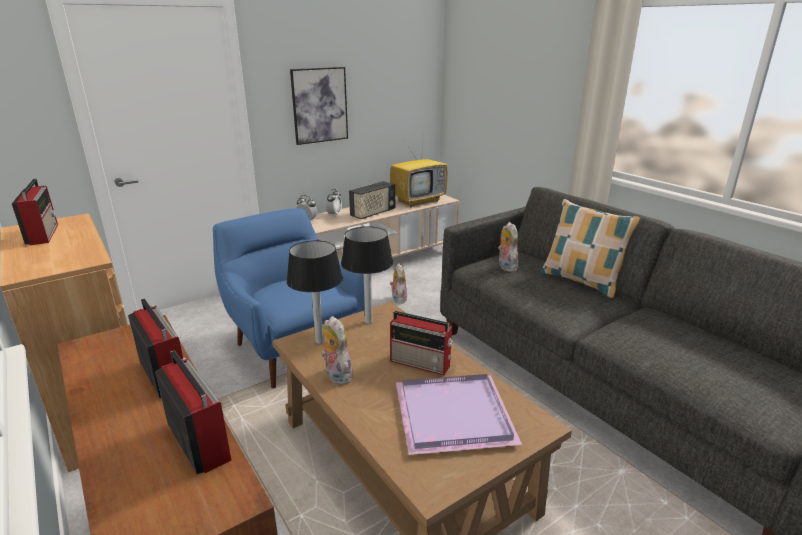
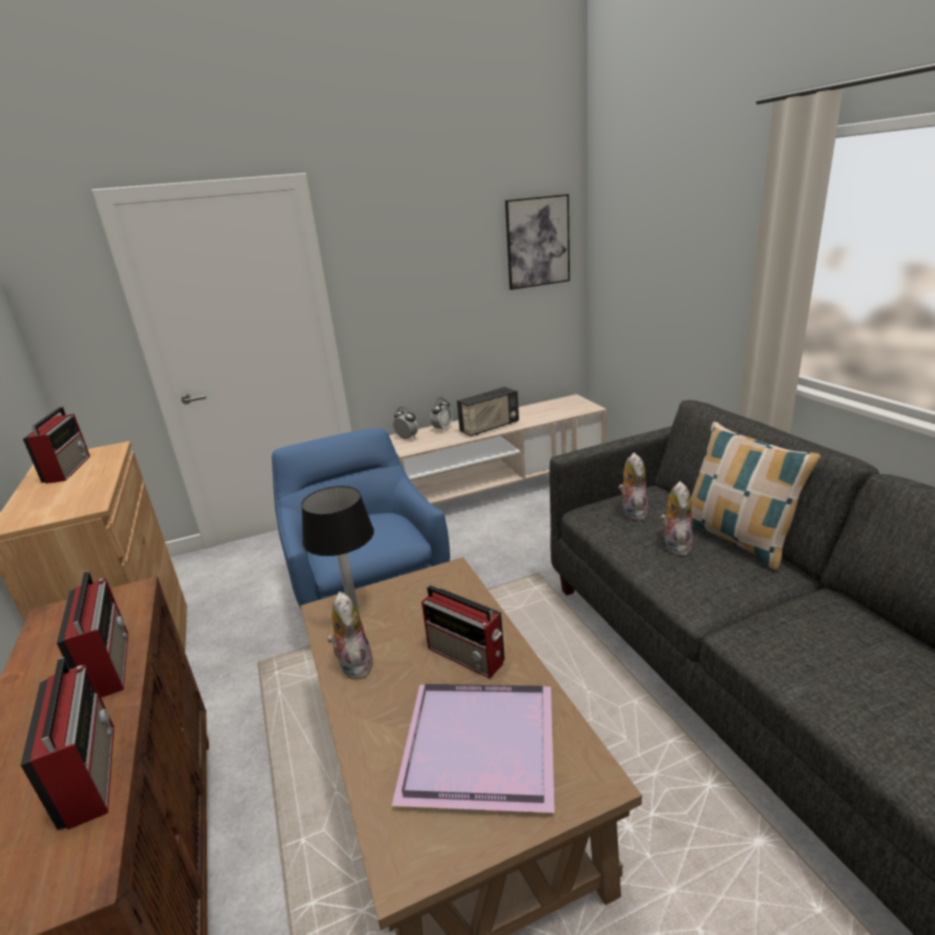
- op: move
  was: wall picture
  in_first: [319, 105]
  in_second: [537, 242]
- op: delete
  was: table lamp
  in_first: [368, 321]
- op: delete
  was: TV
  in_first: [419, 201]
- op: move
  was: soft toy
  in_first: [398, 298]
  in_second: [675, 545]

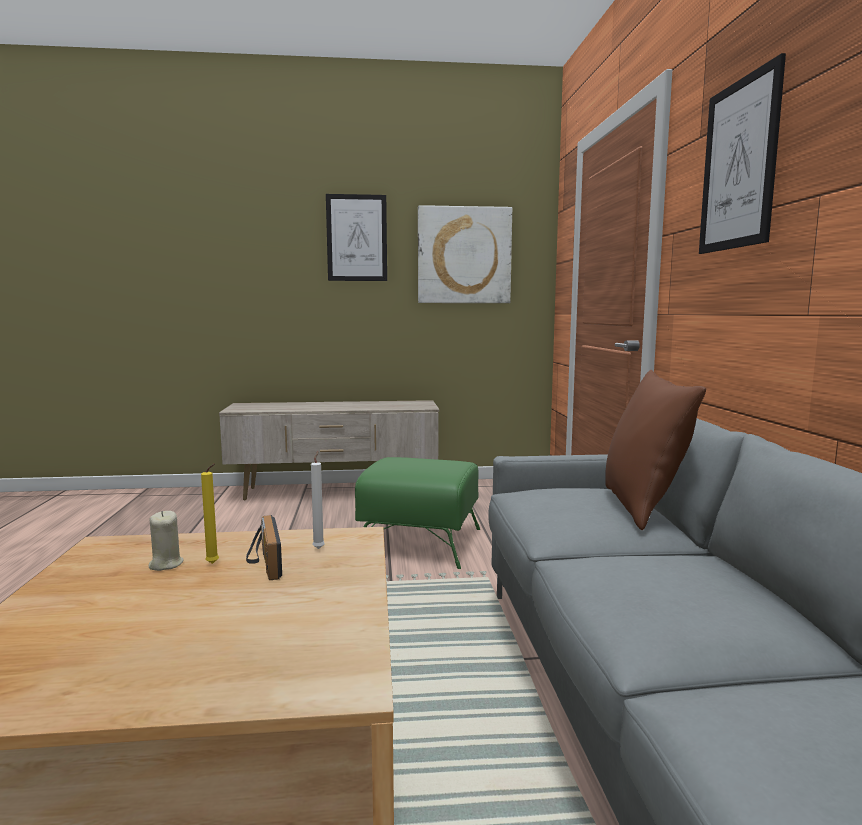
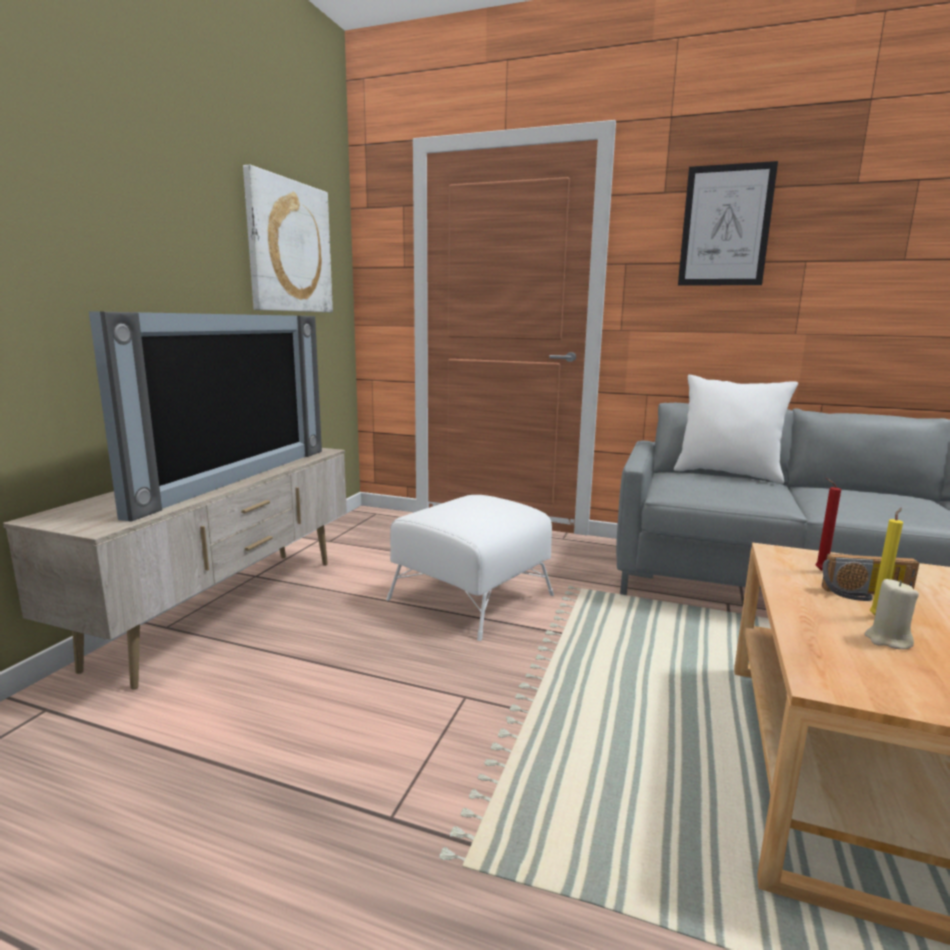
- op: recolor
  was: white candle
  now: red-coloured candle
  in_first: [319, 548]
  in_second: [818, 570]
- op: delete
  was: wall picture
  in_first: [357, 238]
- op: recolor
  was: green pouffe
  now: white pouffe
  in_first: [419, 542]
  in_second: [469, 597]
- op: recolor
  was: brown pillow
  now: white pillow
  in_first: [643, 507]
  in_second: [727, 474]
- op: insert
  now: TV
  in_second: [232, 477]

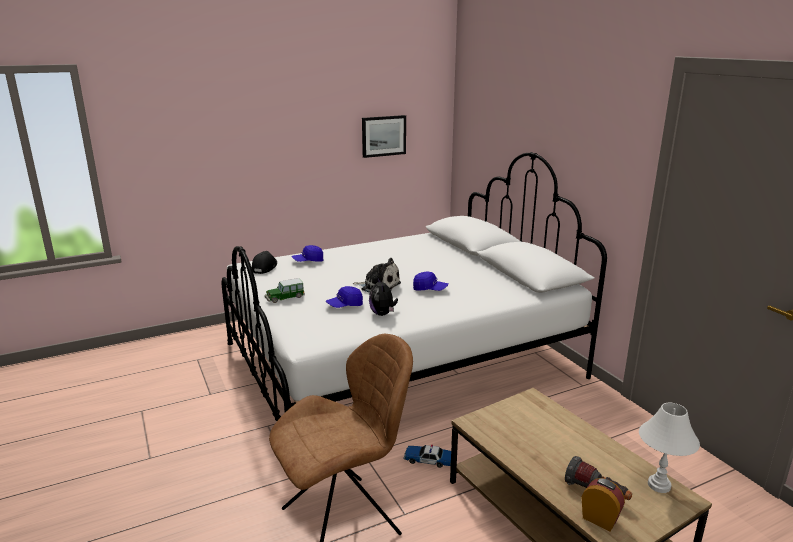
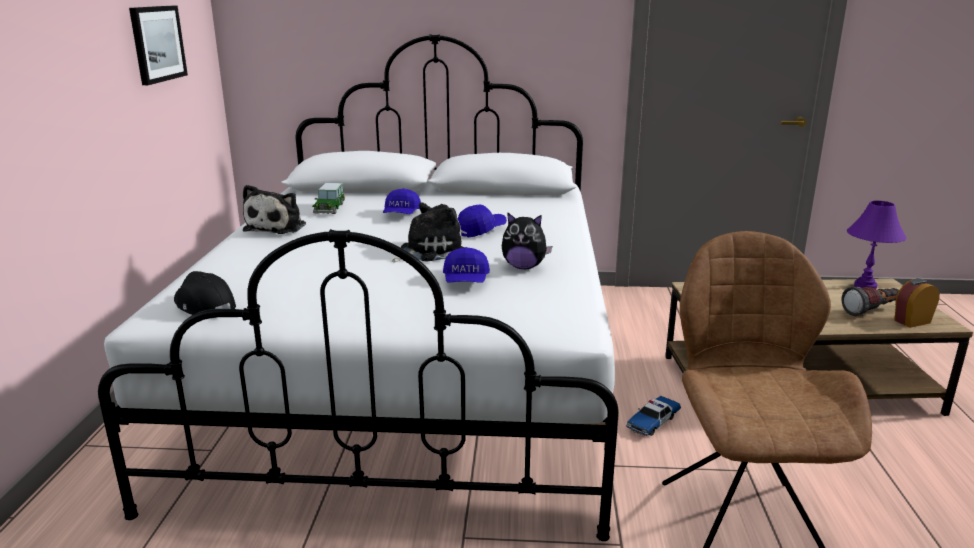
- op: move
  was: toy car
  in_first: [284, 297]
  in_second: [329, 209]
- op: move
  was: blue-coloured baseball cap
  in_first: [308, 261]
  in_second: [401, 214]
- op: recolor
  was: white table lamp
  now: purple-coloured table lamp
  in_first: [658, 485]
  in_second: [864, 286]
- op: insert
  now: soft toy
  in_second: [278, 227]

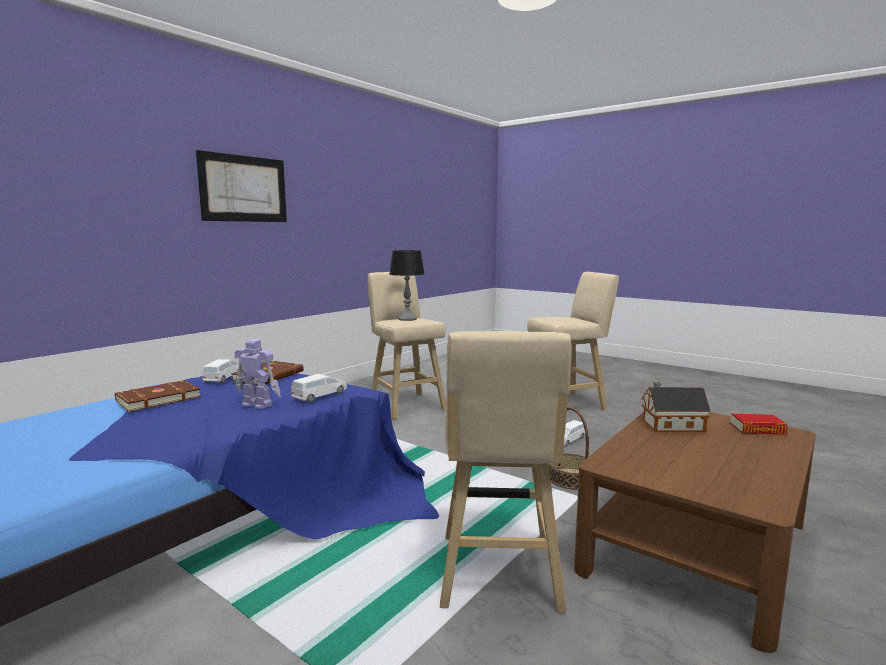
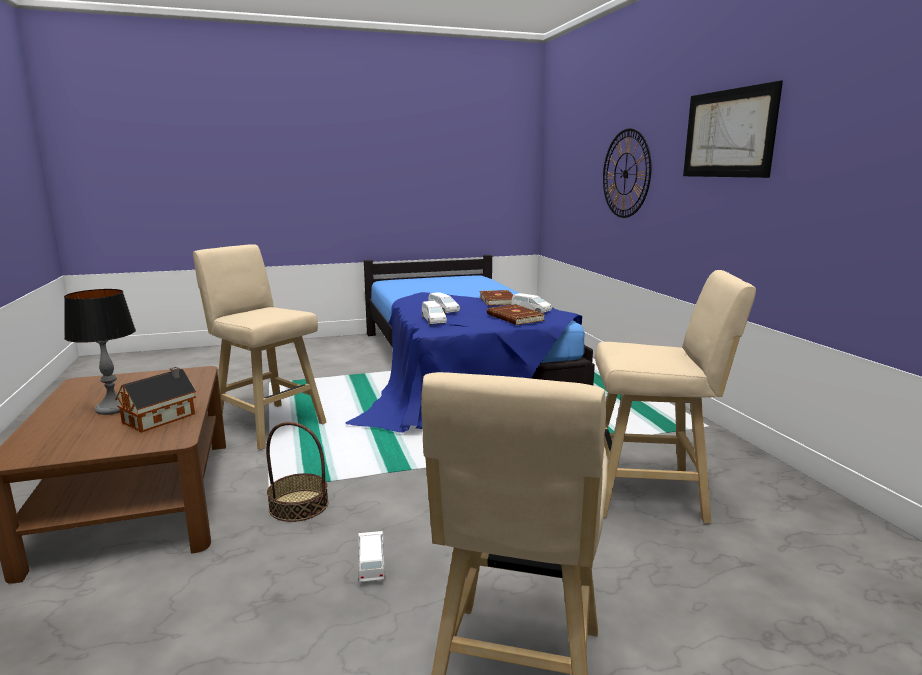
- op: replace
  was: toy robot
  now: white toy car
  in_first: [257, 404]
  in_second: [443, 310]
- op: move
  was: table lamp
  in_first: [407, 319]
  in_second: [113, 408]
- op: delete
  was: book
  in_first: [757, 429]
- op: insert
  now: hanging clock
  in_second: [625, 174]

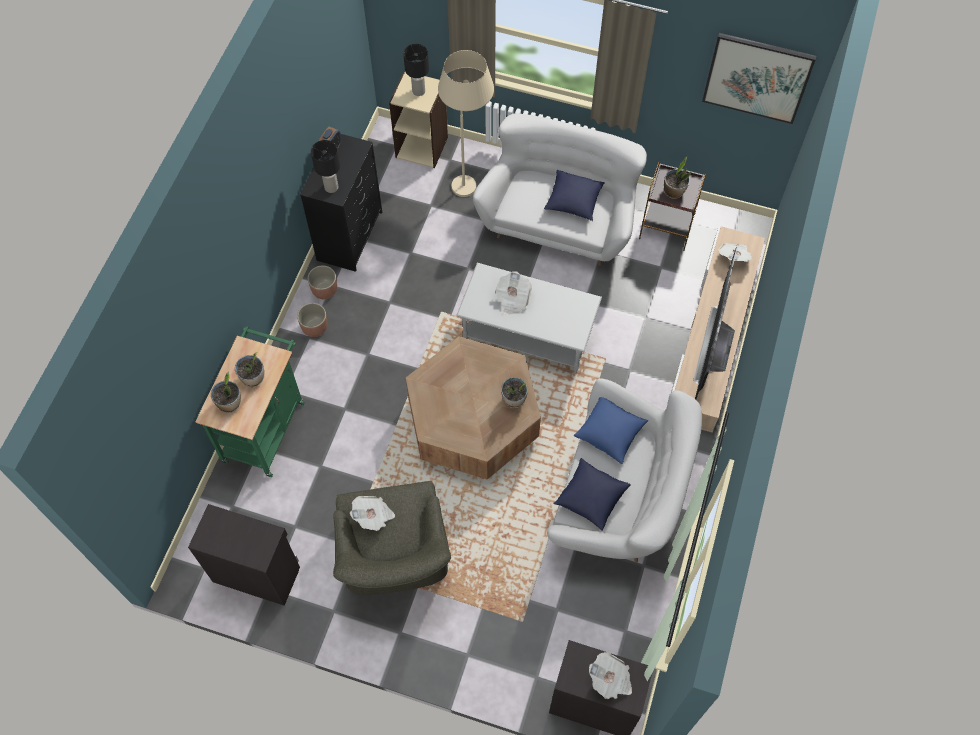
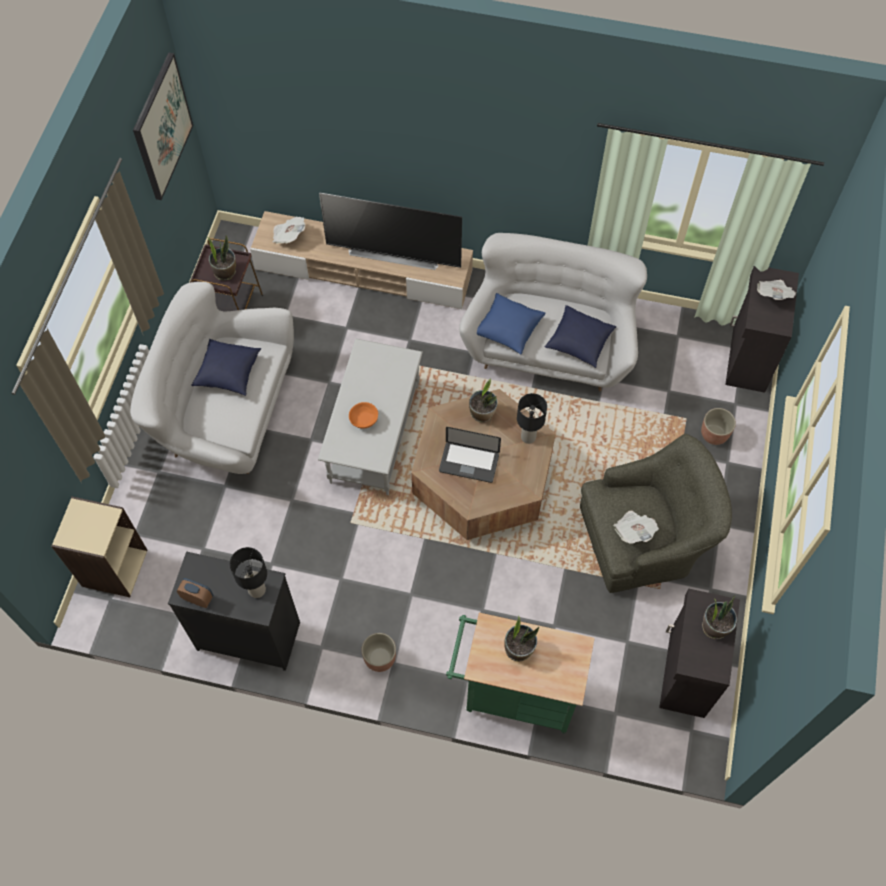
- op: move
  was: houseplant
  in_first: [230, 403]
  in_second: [714, 626]
- op: move
  was: plant pot
  in_first: [324, 290]
  in_second: [714, 434]
- op: move
  was: black-coloured table lamp
  in_first: [418, 91]
  in_second: [528, 437]
- op: delete
  was: beige-coloured standing lamp
  in_first: [468, 176]
- op: replace
  was: printed paper
  now: orange-coloured deep dish
  in_first: [512, 299]
  in_second: [364, 420]
- op: insert
  now: portable computer
  in_second: [469, 463]

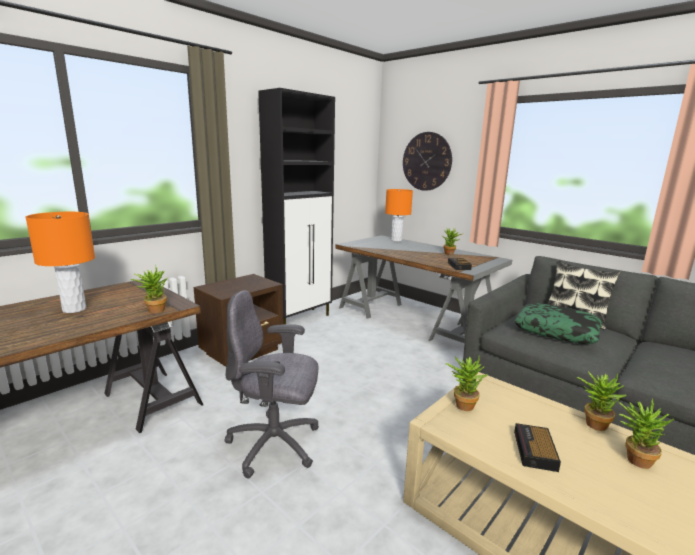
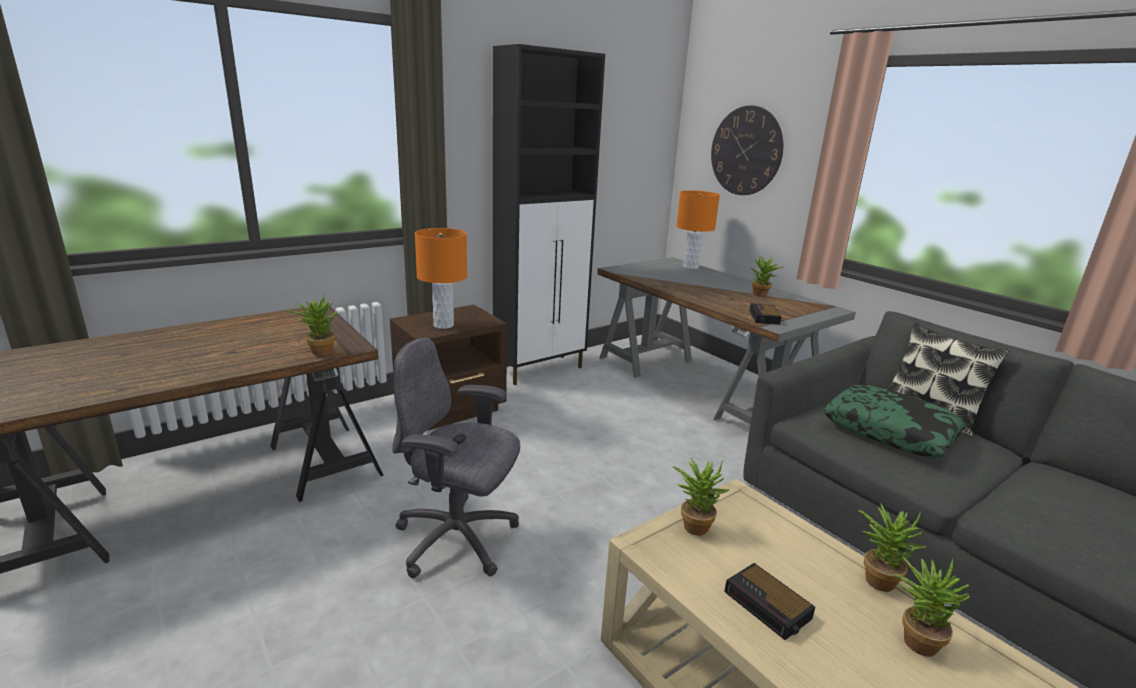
- op: move
  was: orange-coloured table lamp
  in_first: [74, 309]
  in_second: [443, 325]
- op: rotate
  was: alarm clock
  in_first: [535, 451]
  in_second: [768, 606]
  clockwise: -60

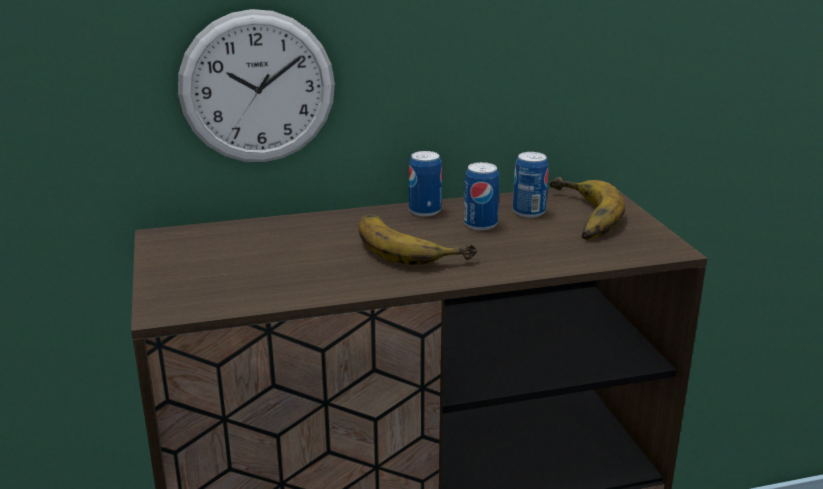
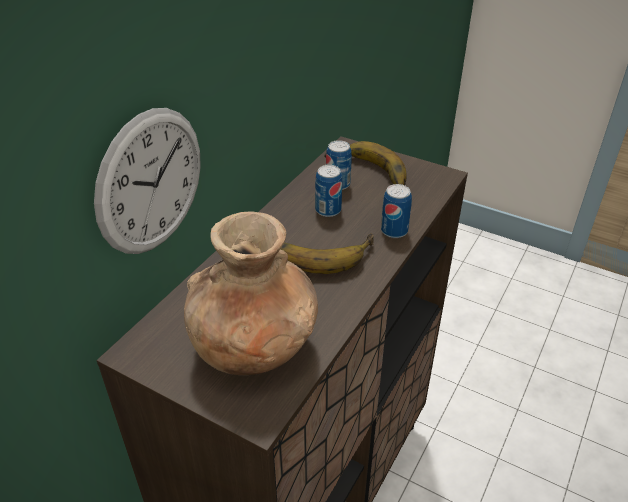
- op: move
  was: sealed can
  in_first: [425, 211]
  in_second: [394, 231]
- op: insert
  now: brown flower vase
  in_second: [255, 348]

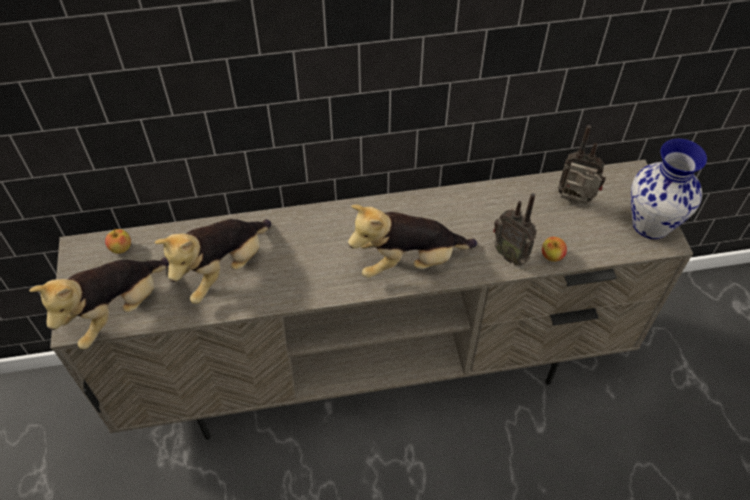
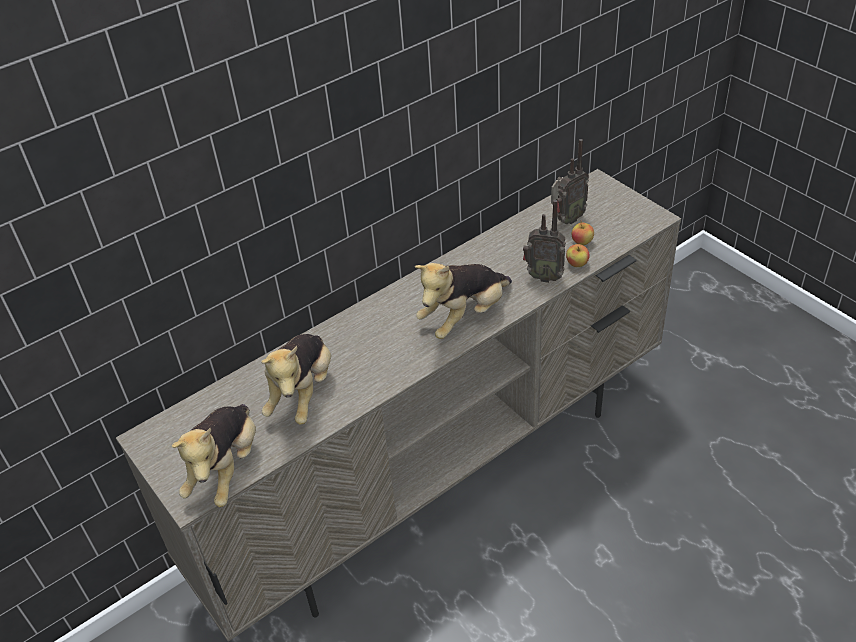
- op: move
  was: apple
  in_first: [121, 248]
  in_second: [582, 242]
- op: rotate
  was: radio set
  in_first: [574, 203]
  in_second: [566, 220]
  clockwise: 150
- op: delete
  was: flower vase
  in_first: [650, 225]

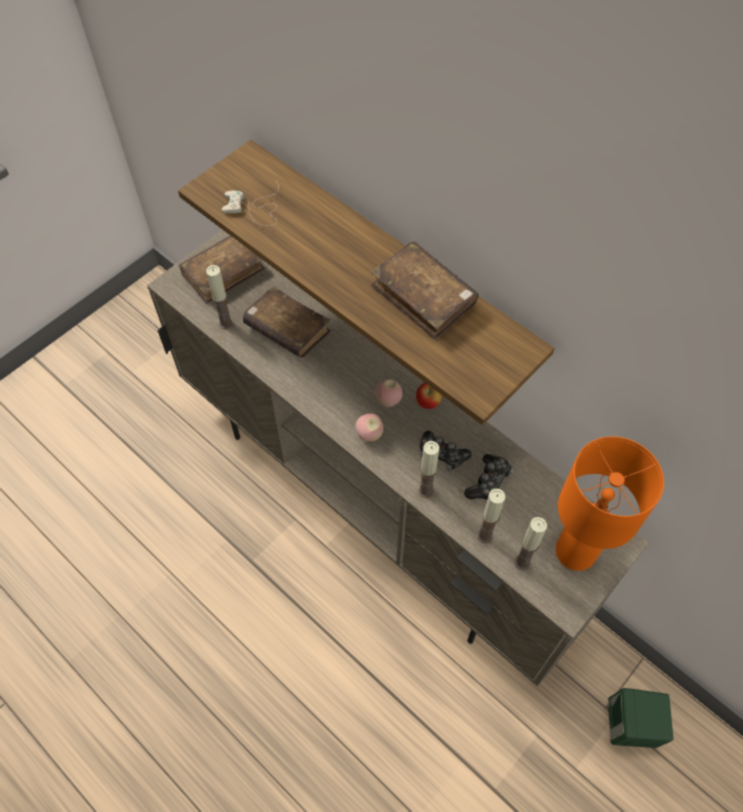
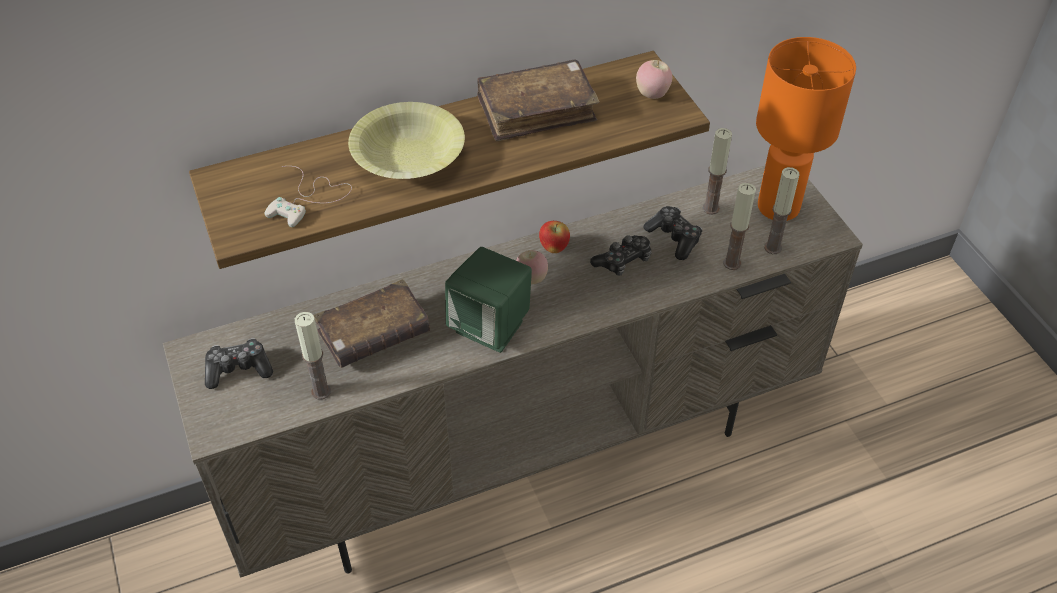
- op: replace
  was: brown book
  now: joypad
  in_first: [223, 273]
  in_second: [238, 369]
- op: move
  was: apple
  in_first: [369, 435]
  in_second: [652, 95]
- op: move
  was: candle
  in_first: [425, 490]
  in_second: [710, 208]
- op: move
  was: green audio speaker
  in_first: [631, 725]
  in_second: [490, 326]
- op: insert
  now: yellow-coloured deep dish
  in_second: [408, 156]

